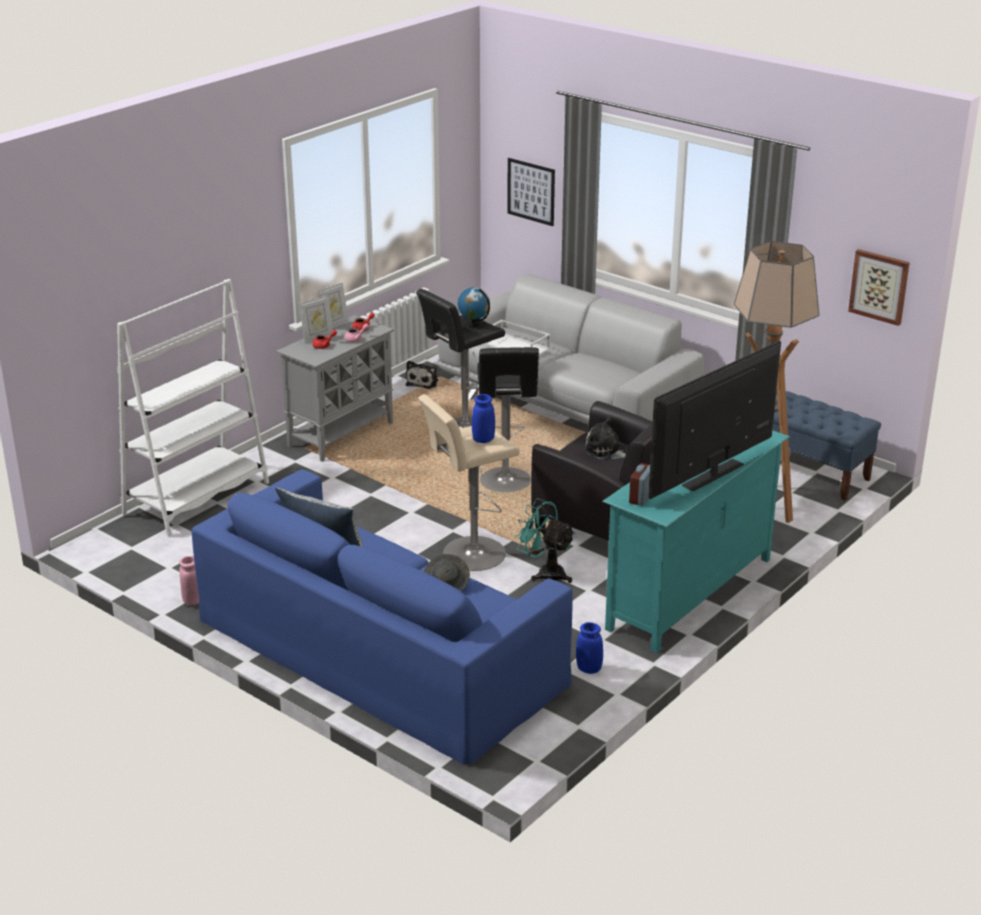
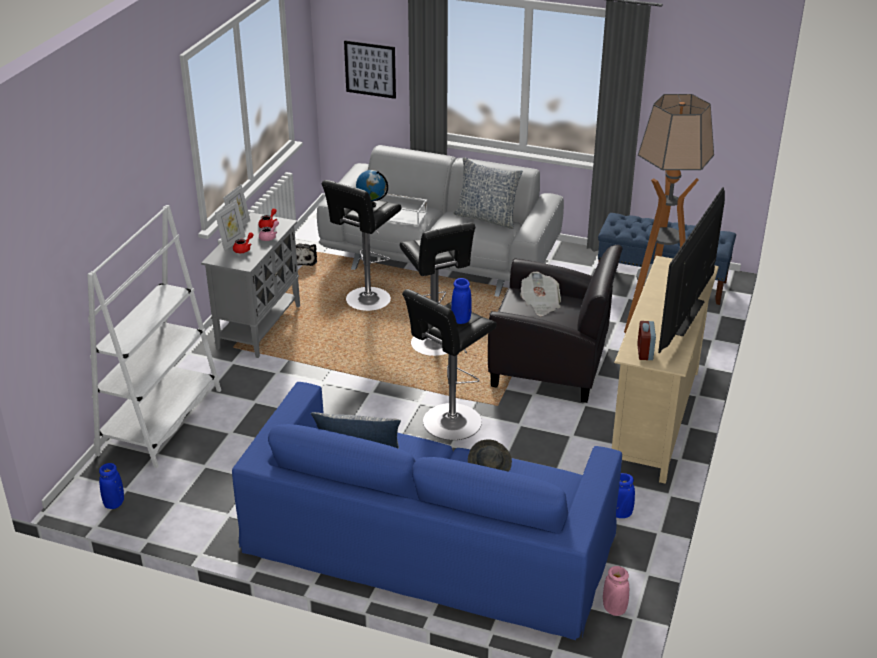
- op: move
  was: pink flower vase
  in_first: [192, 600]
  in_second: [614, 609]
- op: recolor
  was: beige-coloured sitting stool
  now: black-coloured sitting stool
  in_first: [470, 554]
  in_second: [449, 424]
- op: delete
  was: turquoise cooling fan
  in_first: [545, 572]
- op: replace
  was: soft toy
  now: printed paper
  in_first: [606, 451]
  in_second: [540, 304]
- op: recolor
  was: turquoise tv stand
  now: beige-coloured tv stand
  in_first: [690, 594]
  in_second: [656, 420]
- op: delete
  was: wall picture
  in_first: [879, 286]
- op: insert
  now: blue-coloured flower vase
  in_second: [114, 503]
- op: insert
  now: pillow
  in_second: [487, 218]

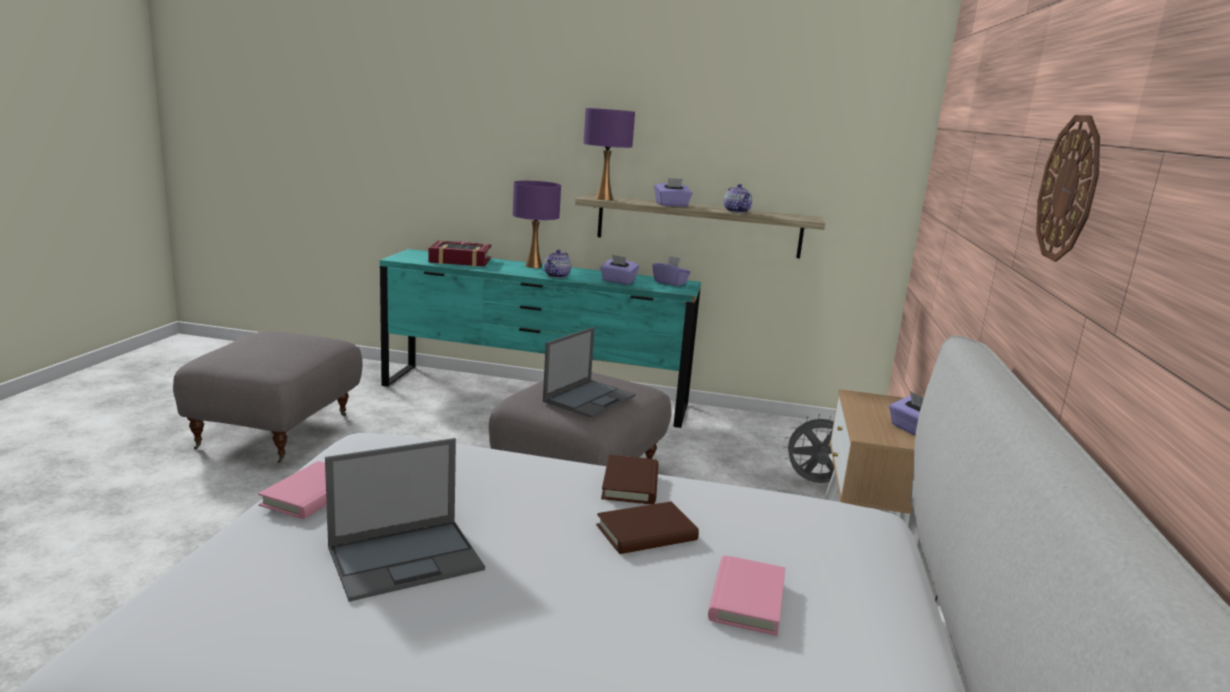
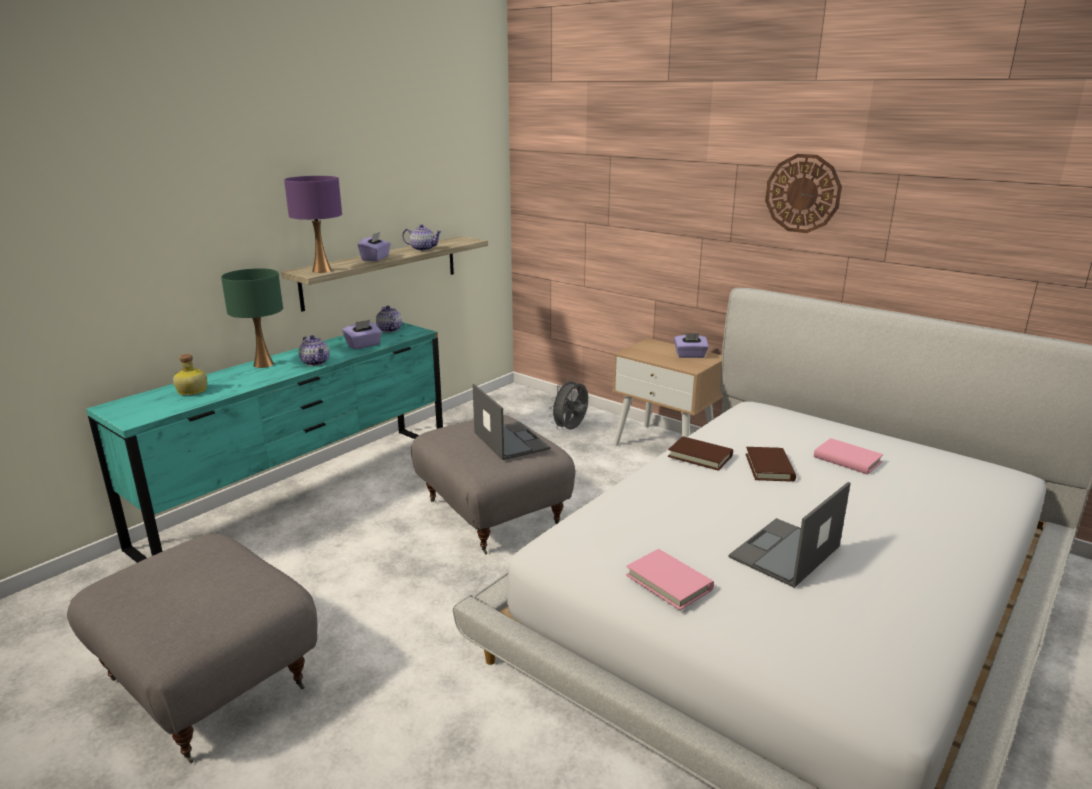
- op: rotate
  was: portable computer
  in_first: [407, 558]
  in_second: [784, 553]
  clockwise: -135
- op: replace
  was: book
  now: bottle
  in_first: [460, 260]
  in_second: [192, 391]
- op: recolor
  was: purple-coloured table lamp
  now: green table lamp
  in_first: [533, 266]
  in_second: [263, 364]
- op: replace
  was: purple-coloured tissue holder
  now: tea pot
  in_first: [670, 283]
  in_second: [389, 330]

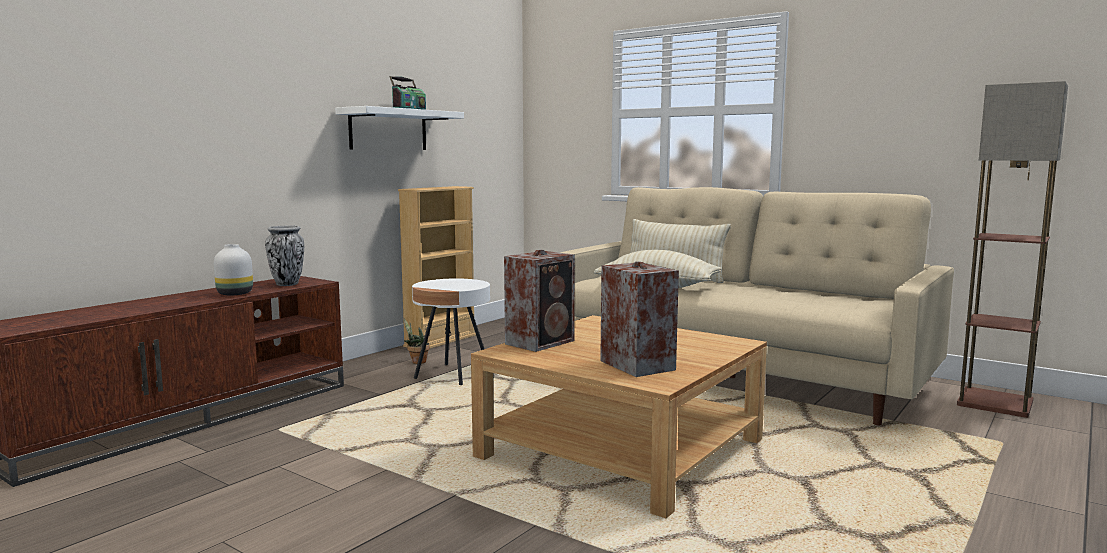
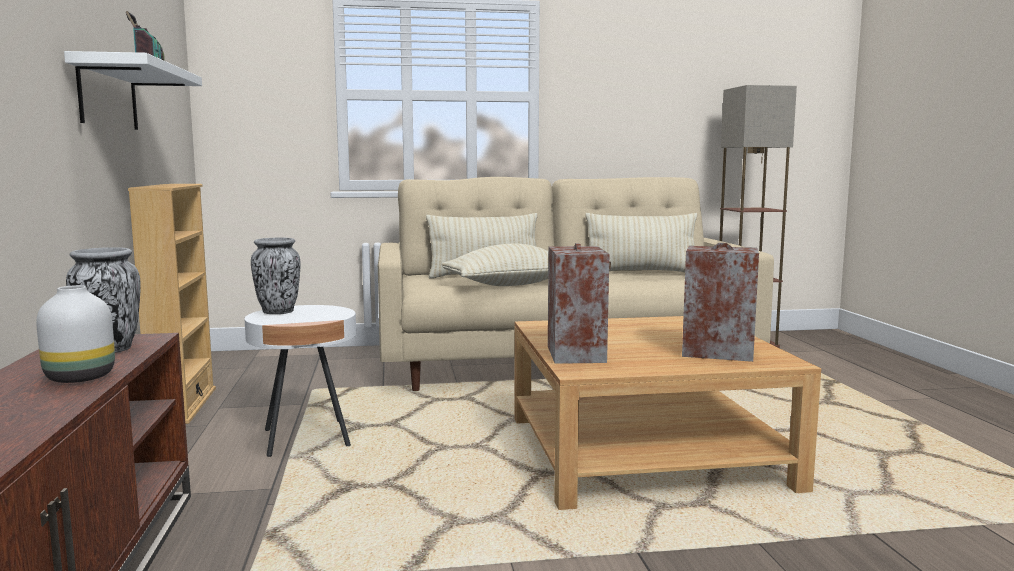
- op: delete
  was: houseplant
  in_first: [417, 361]
- op: insert
  now: flower vase
  in_second: [278, 312]
- op: insert
  now: beige-coloured pillow
  in_second: [641, 273]

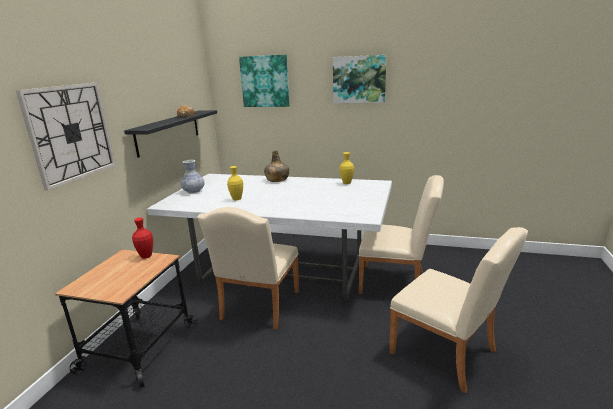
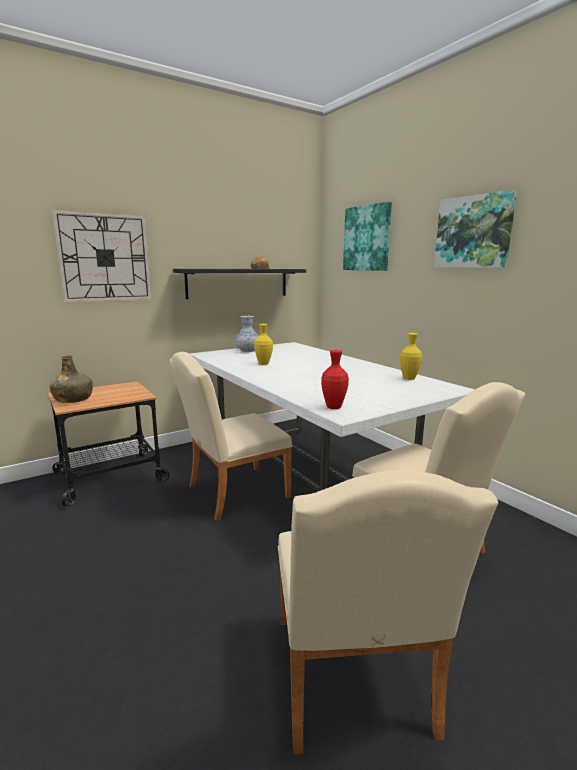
- op: move
  was: red-coloured flower vase
  in_first: [146, 256]
  in_second: [334, 407]
- op: move
  was: green bottle
  in_first: [277, 179]
  in_second: [73, 399]

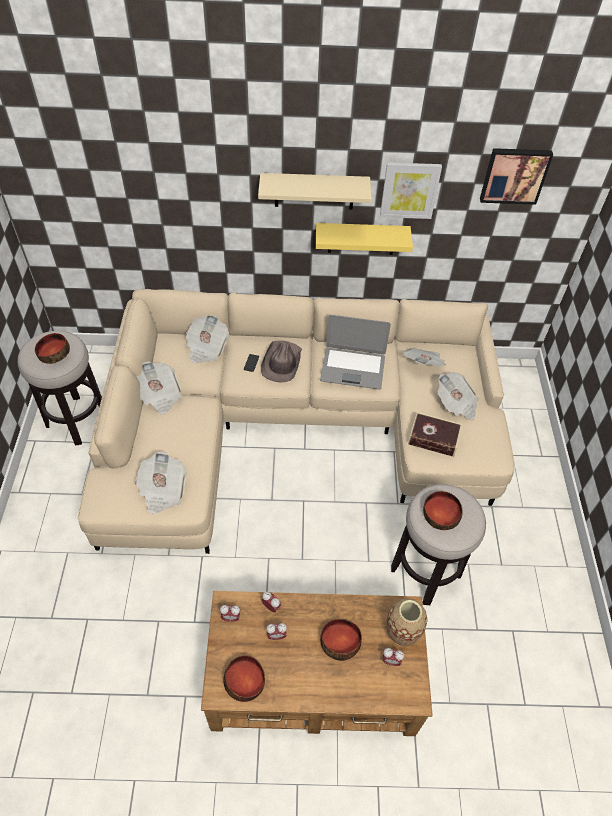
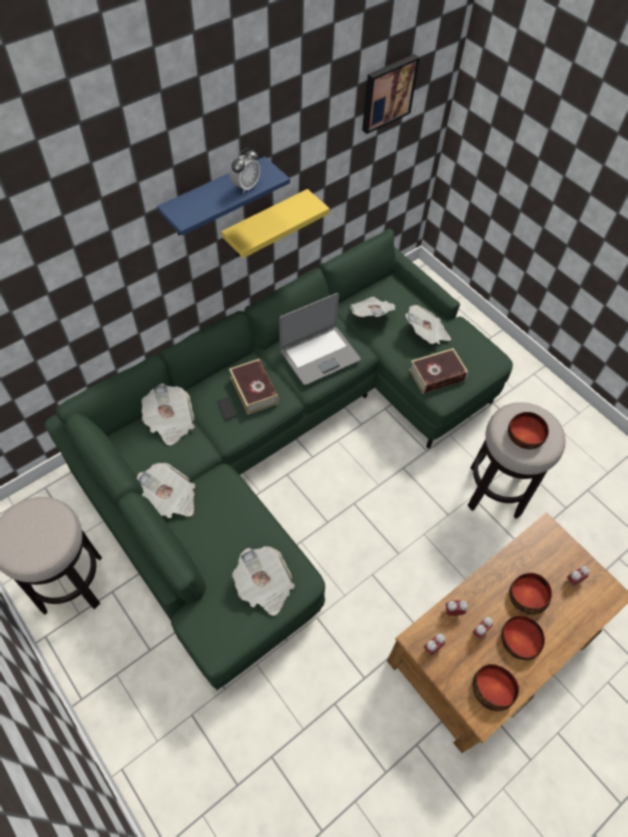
- op: move
  was: deep dish
  in_first: [54, 353]
  in_second: [519, 639]
- op: recolor
  was: beige-coloured sofa
  now: green sofa
  in_first: [292, 425]
  in_second: [282, 443]
- op: recolor
  was: beige-coloured bracket shelf
  now: blue-coloured bracket shelf
  in_first: [314, 191]
  in_second: [214, 198]
- op: replace
  was: brown clothing hat
  now: book
  in_first: [281, 363]
  in_second: [254, 390]
- op: delete
  was: wall picture
  in_first: [409, 190]
- op: delete
  was: flower vase
  in_first: [402, 631]
- op: insert
  now: alarm clock
  in_second: [245, 186]

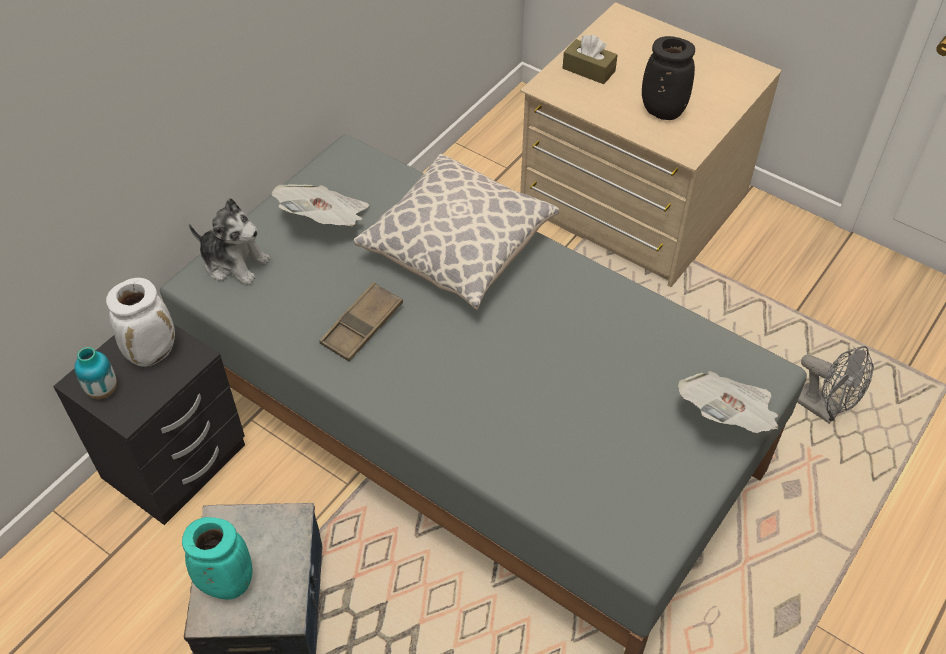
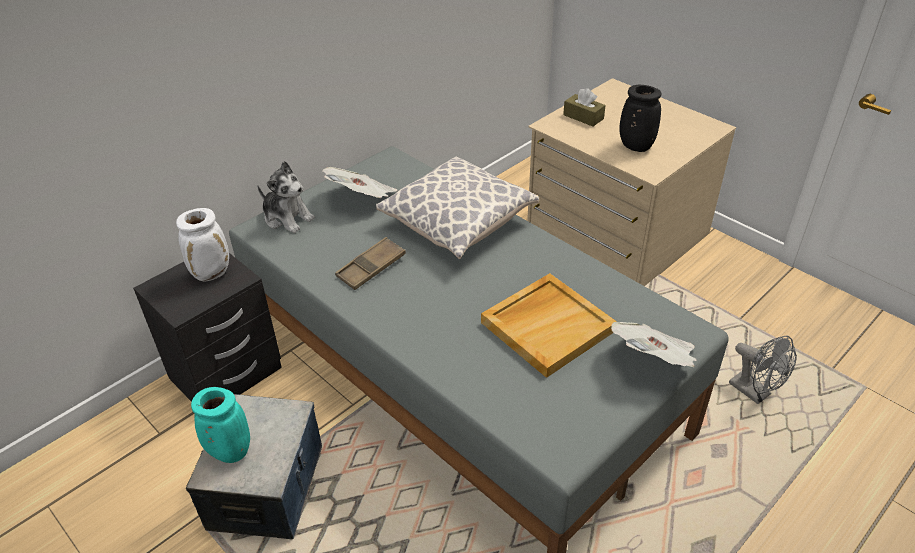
- op: delete
  was: flower vase
  in_first: [103, 390]
- op: insert
  now: beige-coloured serving tray
  in_second: [547, 326]

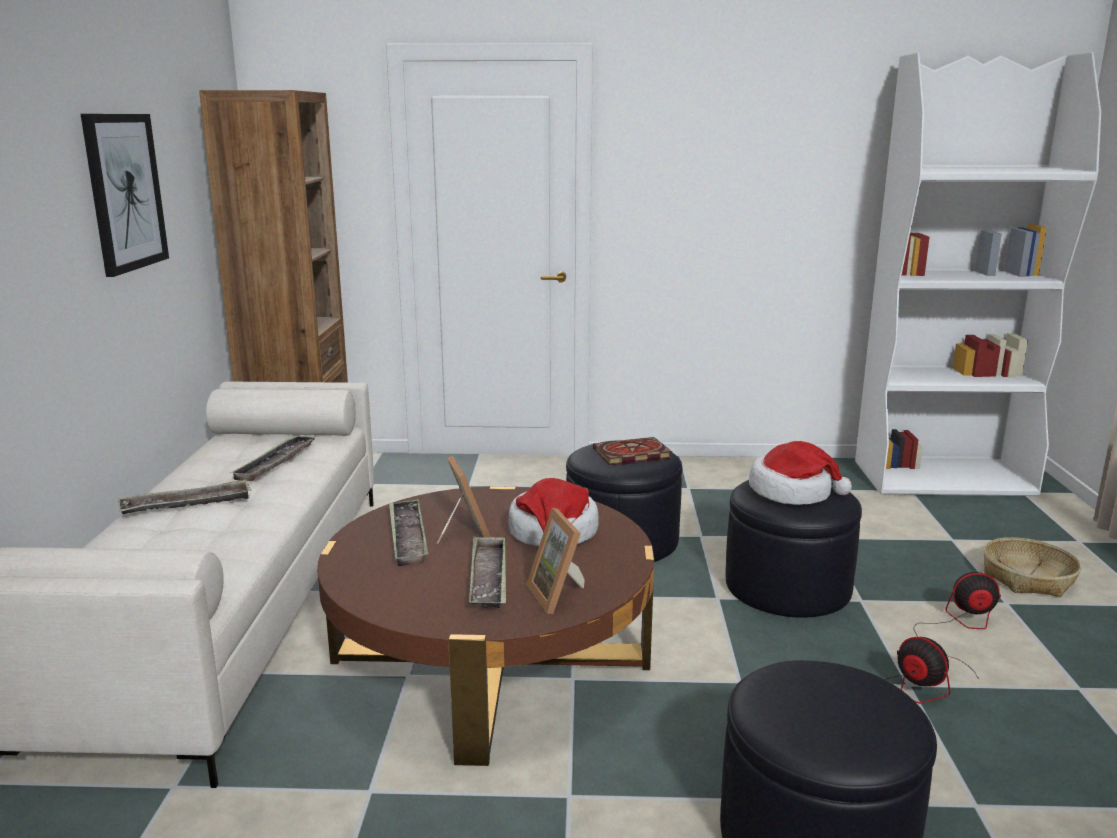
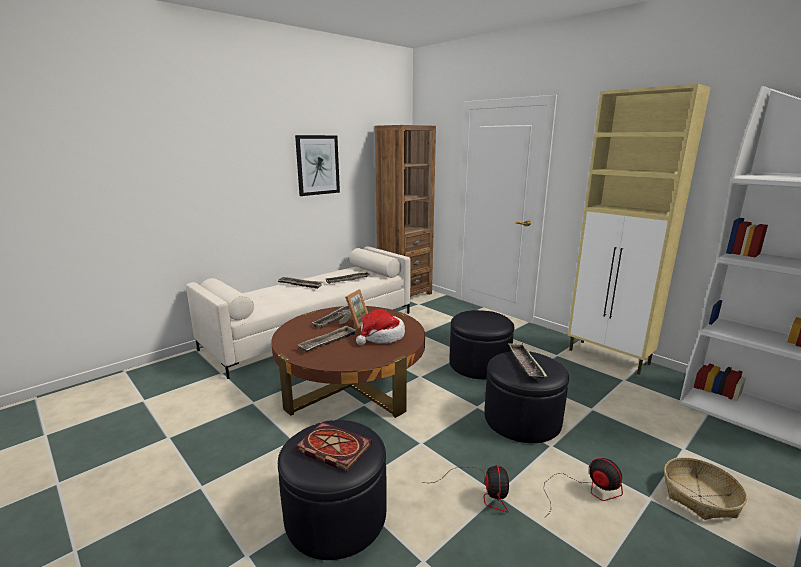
- op: delete
  was: picture frame
  in_first: [560, 595]
- op: move
  was: book
  in_first: [630, 455]
  in_second: [332, 448]
- op: replace
  was: clothing hat
  now: serving tray
  in_first: [792, 492]
  in_second: [525, 364]
- op: insert
  now: beige-coloured storage cabinet
  in_second: [609, 357]

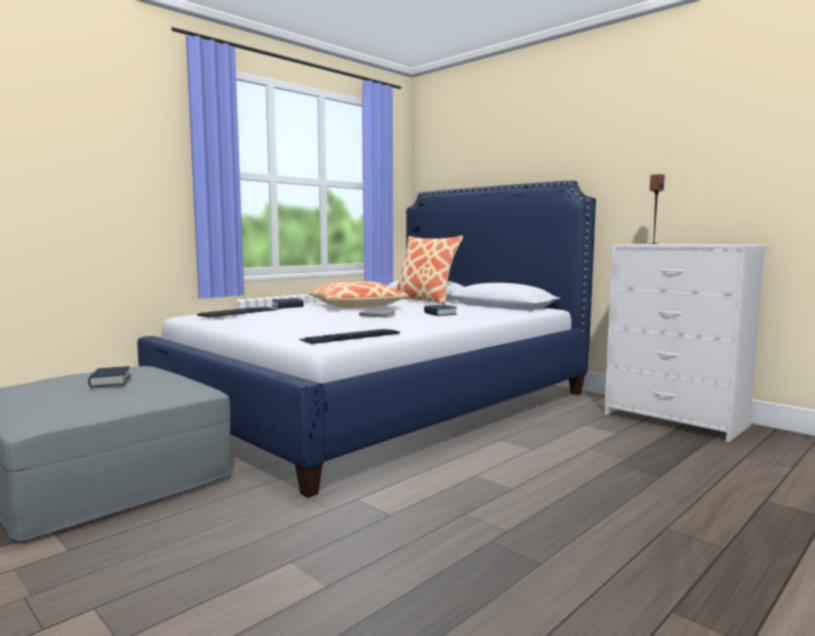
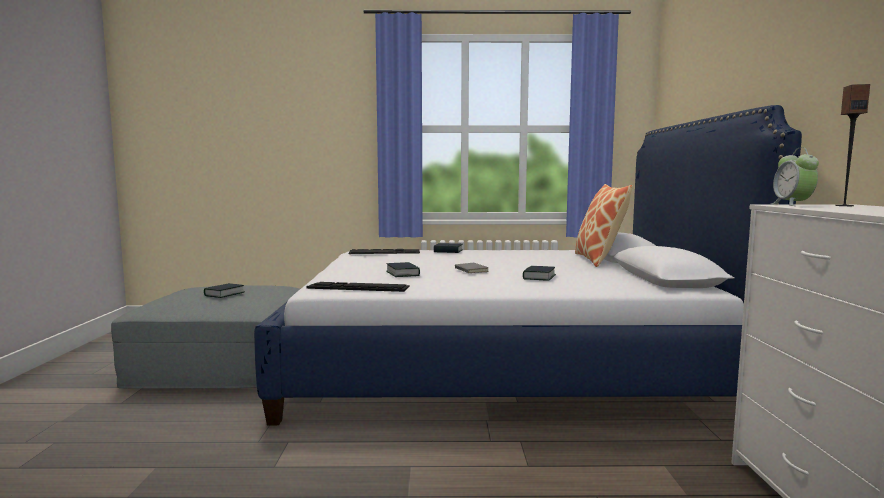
- op: delete
  was: pillow
  in_first: [357, 306]
- op: insert
  now: book
  in_second: [402, 273]
- op: insert
  now: alarm clock
  in_second: [792, 205]

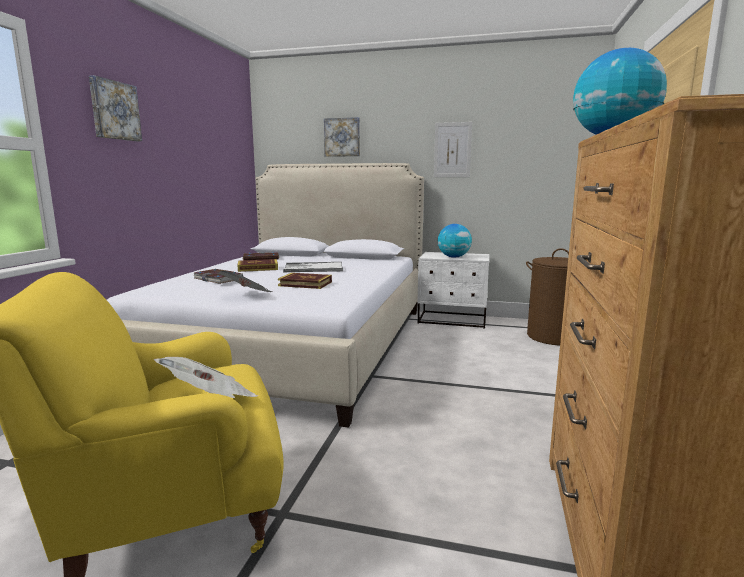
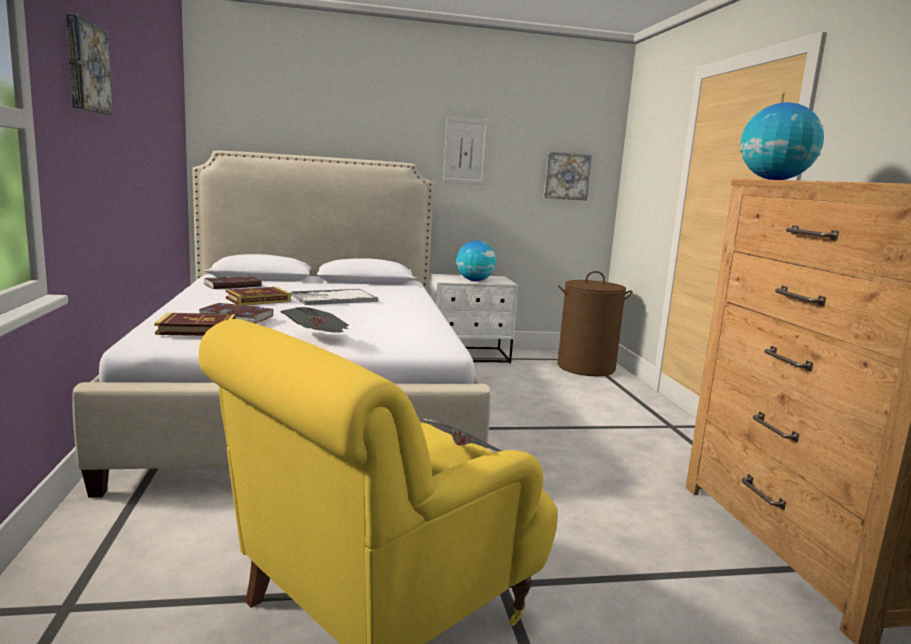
- op: move
  was: book
  in_first: [305, 284]
  in_second: [197, 329]
- op: move
  was: wall picture
  in_first: [342, 137]
  in_second: [566, 176]

